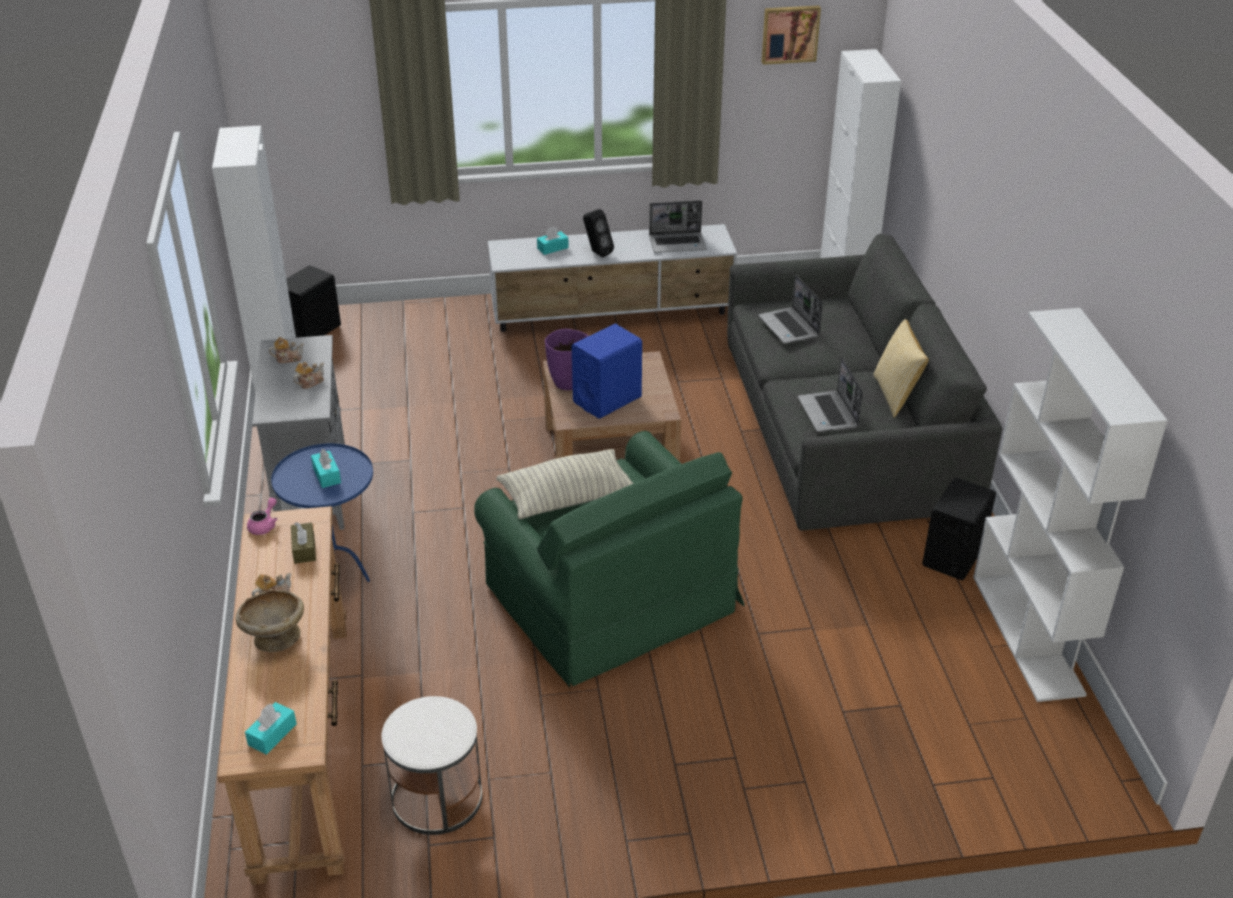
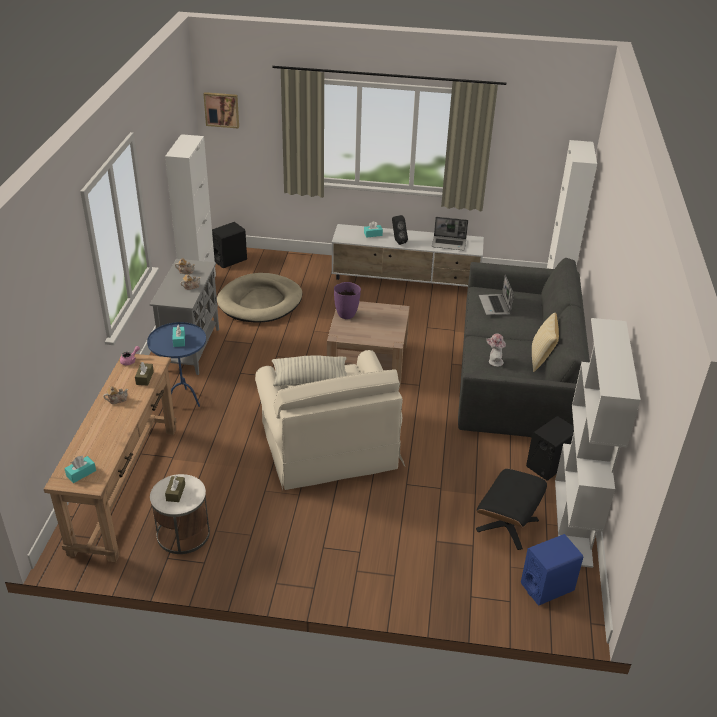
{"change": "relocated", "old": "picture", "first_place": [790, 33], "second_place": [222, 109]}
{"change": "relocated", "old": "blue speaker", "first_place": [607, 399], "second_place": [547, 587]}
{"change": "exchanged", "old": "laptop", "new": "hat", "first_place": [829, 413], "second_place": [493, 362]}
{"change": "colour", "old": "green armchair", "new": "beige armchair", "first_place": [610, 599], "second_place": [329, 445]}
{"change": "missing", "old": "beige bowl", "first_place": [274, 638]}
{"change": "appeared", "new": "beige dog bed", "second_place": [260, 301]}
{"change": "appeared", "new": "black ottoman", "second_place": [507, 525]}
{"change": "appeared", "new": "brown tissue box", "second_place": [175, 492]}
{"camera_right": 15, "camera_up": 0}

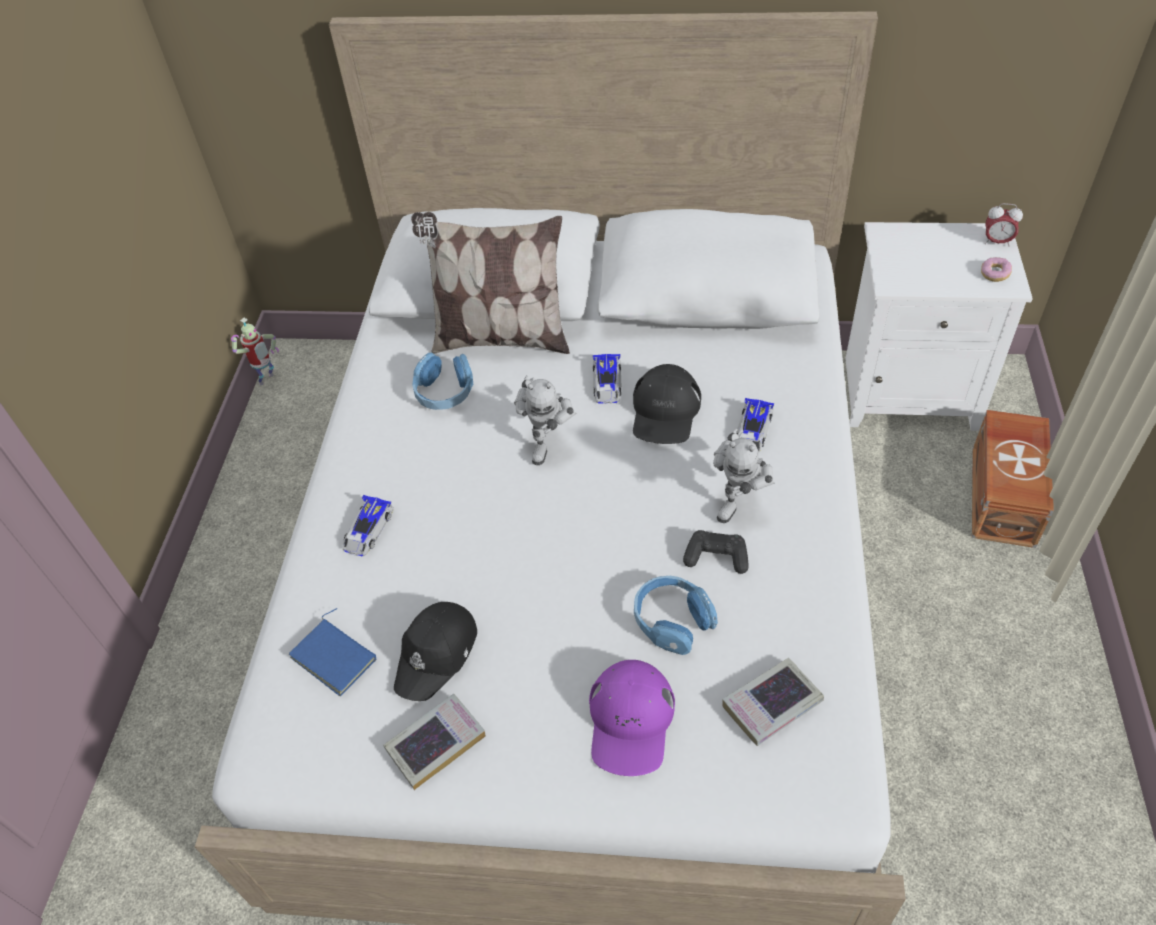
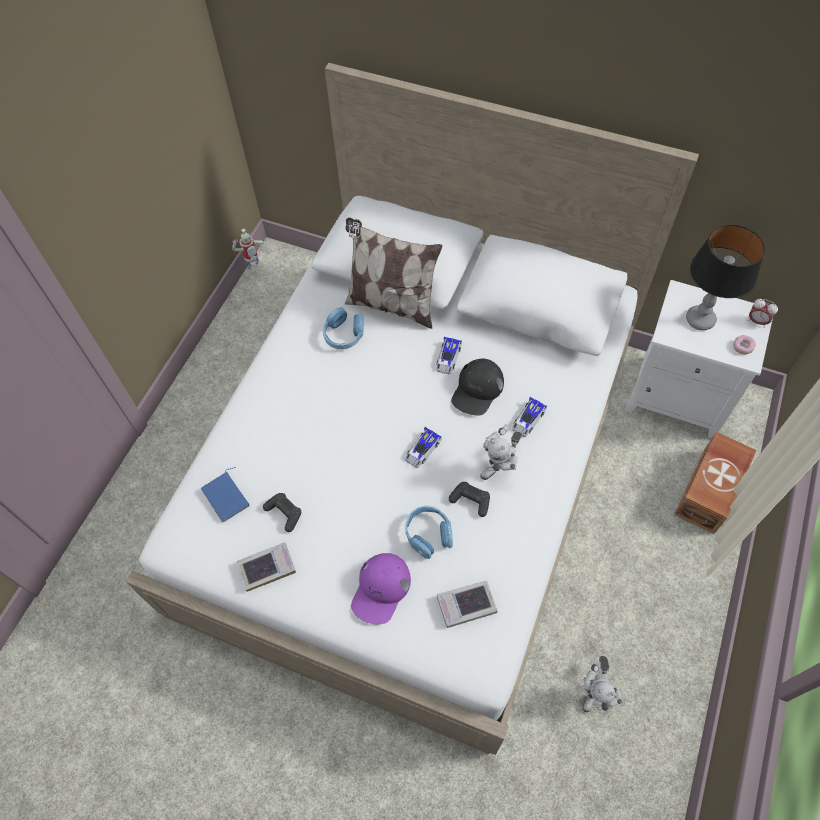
{"change": "relocated", "old": "toy robot", "first_place": [548, 442], "second_place": [595, 692]}
{"change": "relocated", "old": "toy car", "first_place": [367, 530], "second_place": [422, 450]}
{"change": "exchanged", "old": "black cap", "new": "black game controller", "first_place": [437, 654], "second_place": [284, 513]}
{"change": "appeared", "new": "table lamp", "second_place": [699, 320]}
{"camera_right": 15, "camera_up": 10}

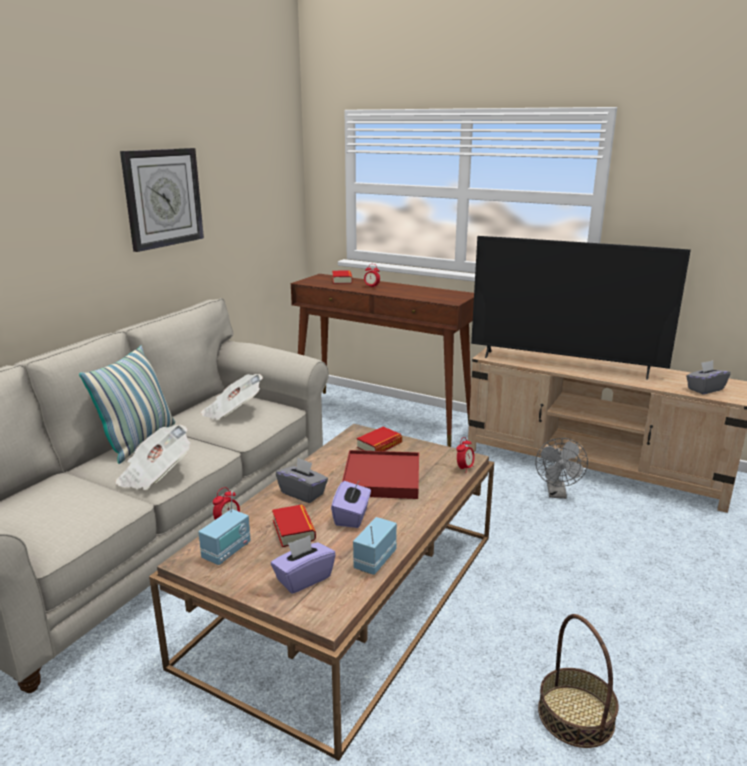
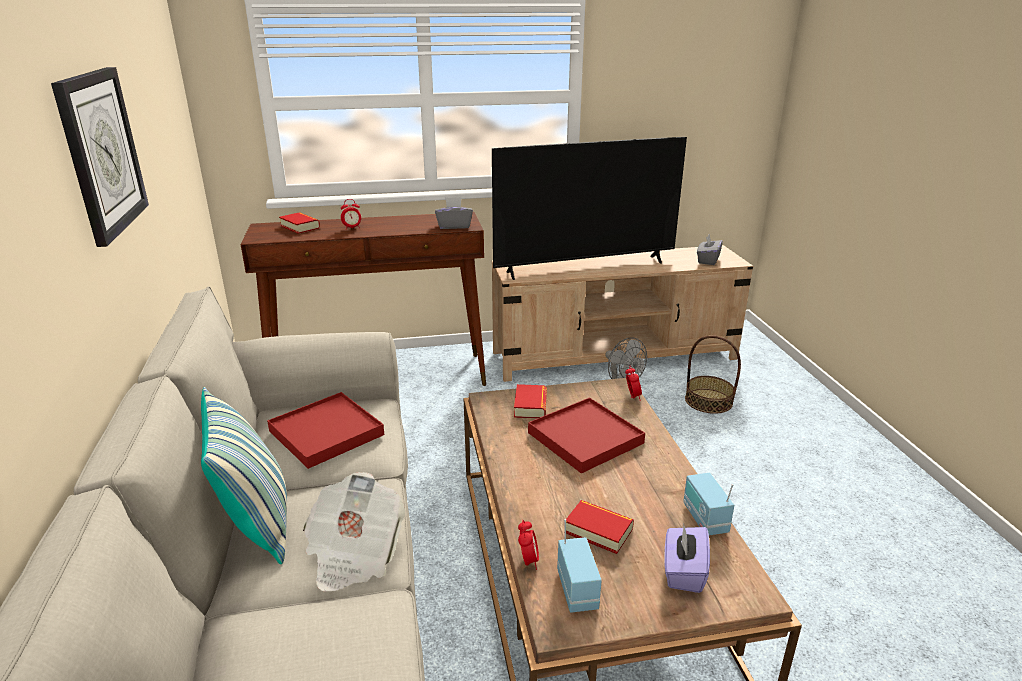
{"change": "exchanged", "old": "newspaper", "new": "red tray", "first_place": [232, 412], "second_place": [326, 433]}
{"change": "relocated", "old": "grey tissue box", "first_place": [303, 493], "second_place": [454, 226]}
{"change": "missing", "old": "purple tissue box", "first_place": [352, 516]}
{"change": "relocated", "old": "basket", "first_place": [575, 715], "second_place": [708, 401]}
{"camera_right": -40, "camera_up": 5}

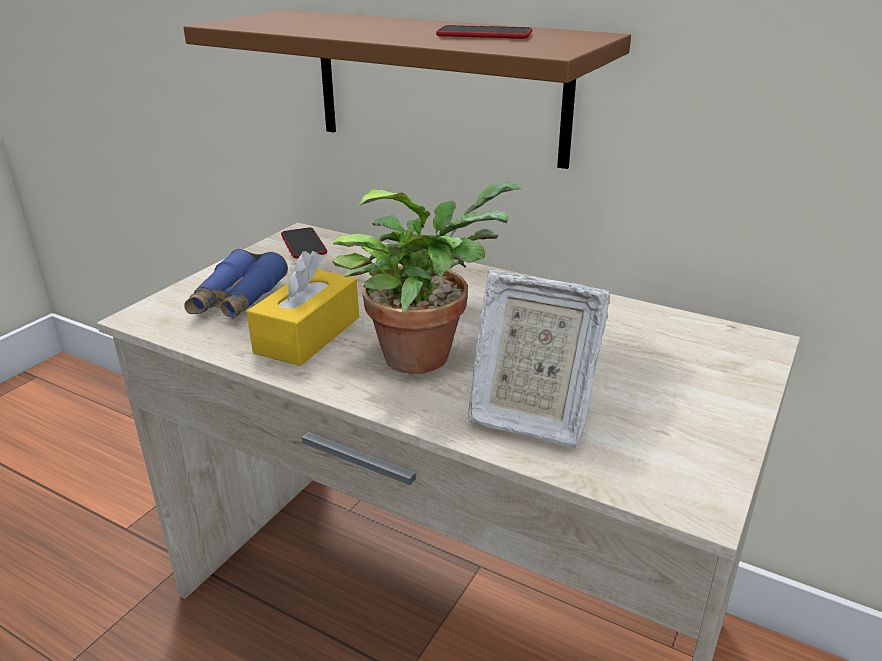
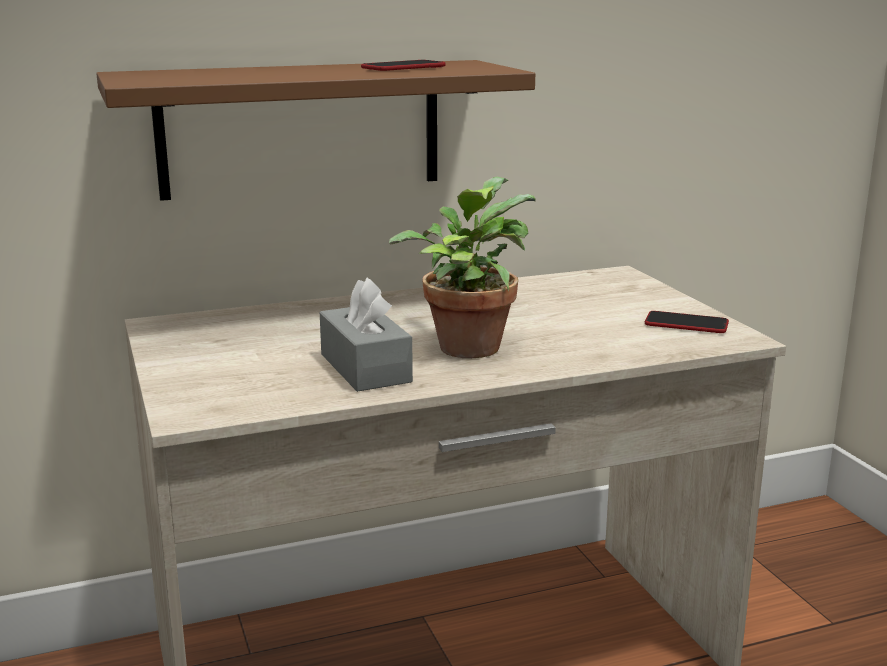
{"change": "relocated", "old": "phone", "first_place": [303, 244], "second_place": [686, 324]}
{"change": "missing", "old": "blue binoculars", "first_place": [238, 299]}
{"change": "colour", "old": "yellow tissue box", "new": "grey tissue box", "first_place": [308, 335], "second_place": [365, 368]}
{"change": "missing", "old": "picture frame", "first_place": [528, 416]}
{"camera_right": -50, "camera_up": -10}

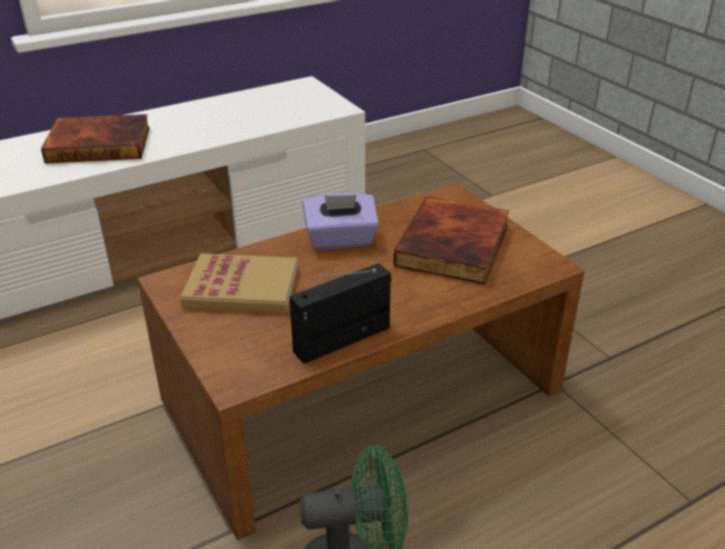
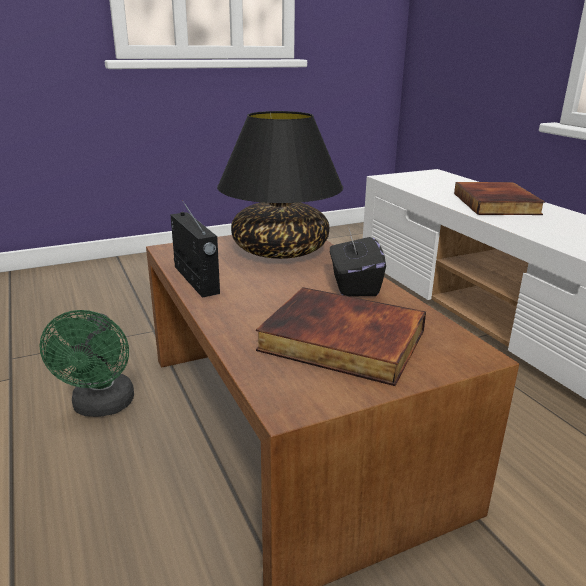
{"change": "colour", "old": "purple tissue box", "new": "black tissue box", "first_place": [341, 240], "second_place": [354, 285]}
{"change": "exchanged", "old": "book", "new": "black table lamp", "first_place": [241, 287], "second_place": [281, 250]}
{"camera_right": 95, "camera_up": -10}

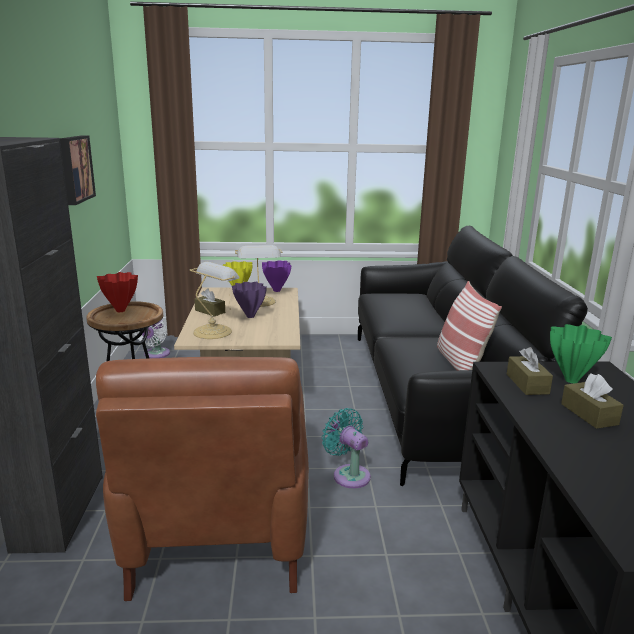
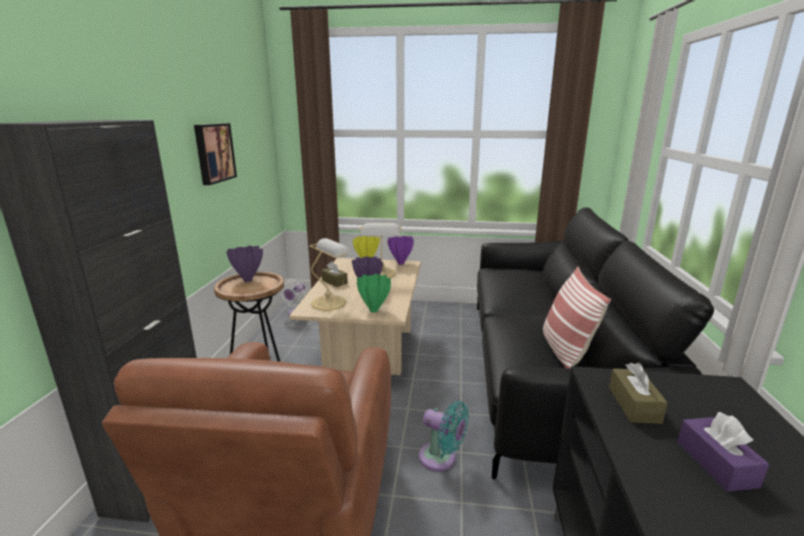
{"change": "colour", "old": "red vase", "new": "purple vase", "first_place": [121, 311], "second_place": [248, 280]}
{"change": "relocated", "old": "green vase", "first_place": [571, 380], "second_place": [374, 310]}
{"change": "colour", "old": "brown tissue box", "new": "purple tissue box", "first_place": [589, 414], "second_place": [716, 463]}
{"change": "spun", "old": "turquoise fan", "first_place": [349, 474], "second_place": [441, 459], "degrees": 150}
{"camera_right": 10, "camera_up": 0}

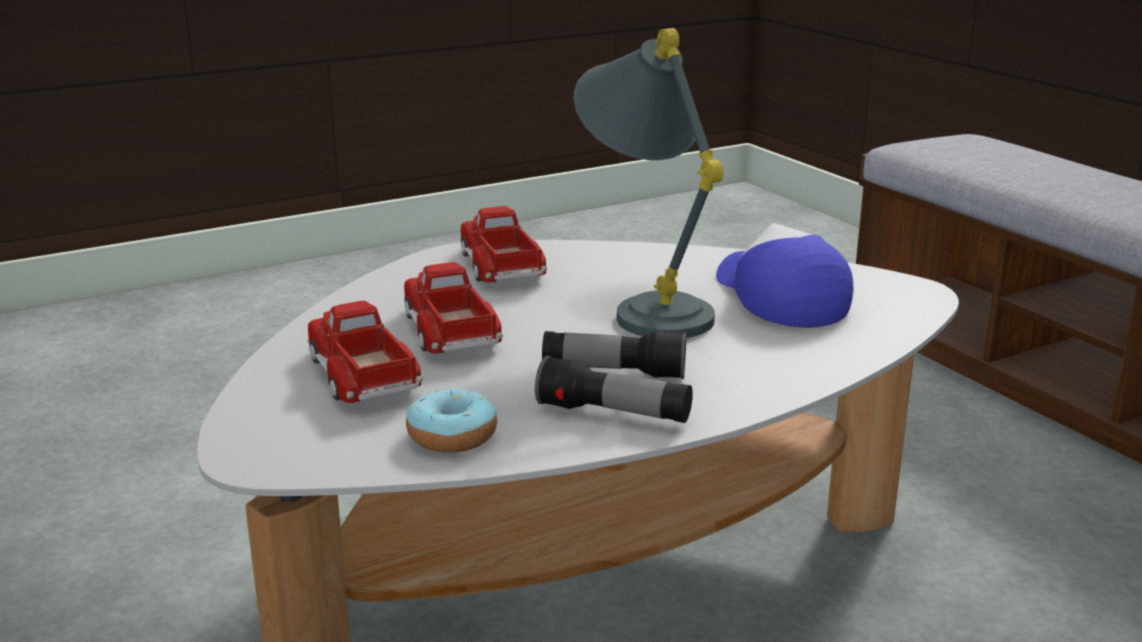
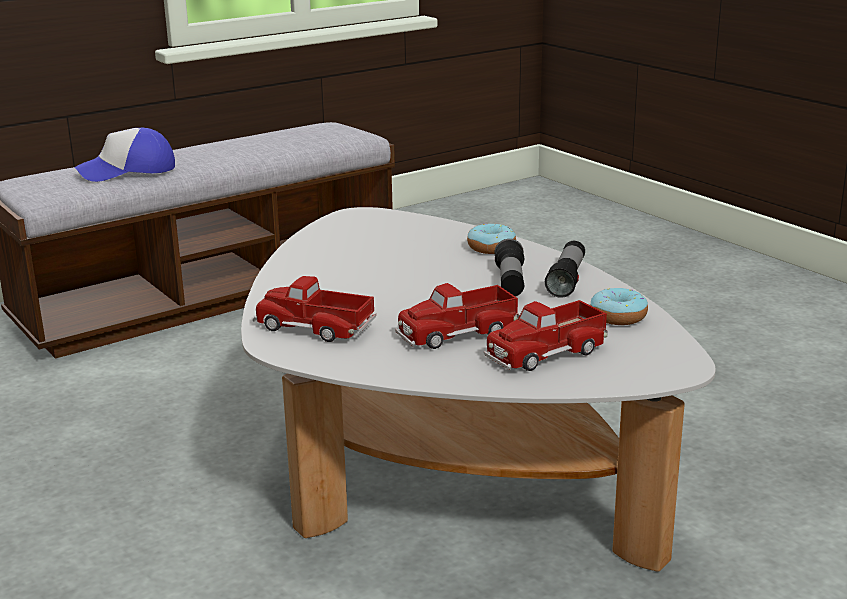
{"change": "missing", "old": "grey table lamp", "first_place": [647, 307]}
{"change": "spun", "old": "toy truck", "first_place": [500, 266], "second_place": [314, 327], "degrees": 45}
{"change": "relocated", "old": "cap", "first_place": [779, 297], "second_place": [128, 171]}
{"change": "appeared", "new": "donut", "second_place": [491, 248]}
{"camera_right": -95, "camera_up": 0}

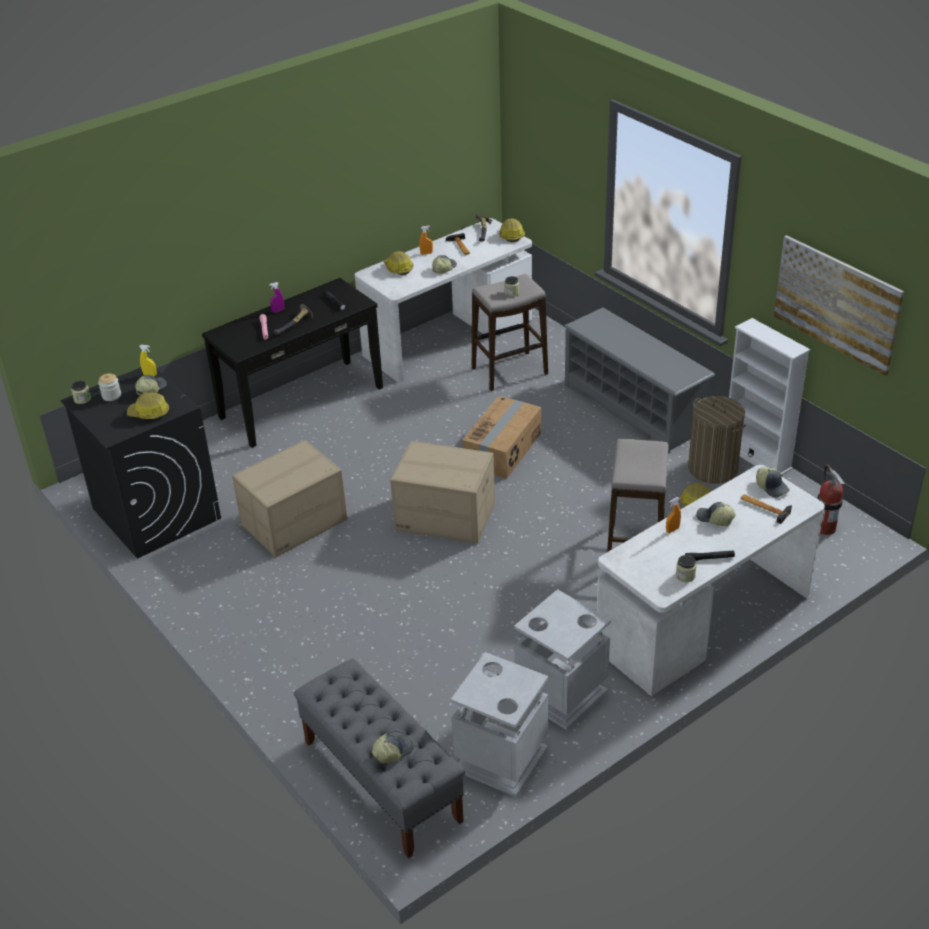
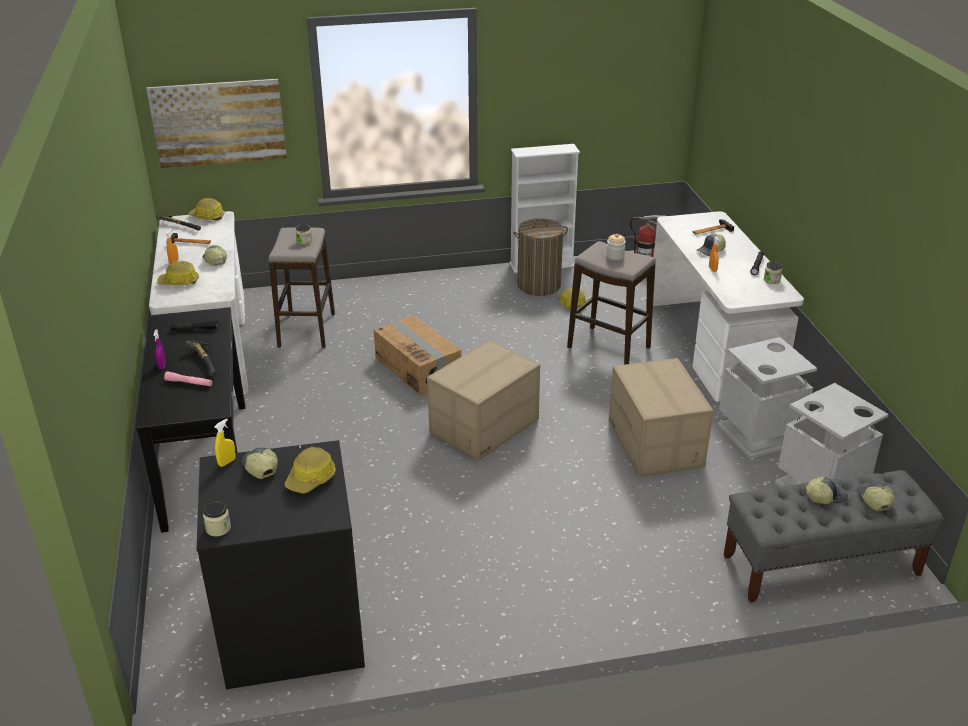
{"change": "relocated", "old": "picture", "first_place": [836, 303], "second_place": [218, 123]}
{"change": "missing", "old": "grey shoe rack", "first_place": [633, 408]}
{"change": "relocated", "old": "jar", "first_place": [111, 396], "second_place": [615, 256]}
{"change": "relocated", "old": "cardboard box", "first_place": [294, 523], "second_place": [656, 444]}
{"change": "relocated", "old": "cap", "first_place": [772, 487], "second_place": [825, 496]}
{"camera_right": -65, "camera_up": -5}

